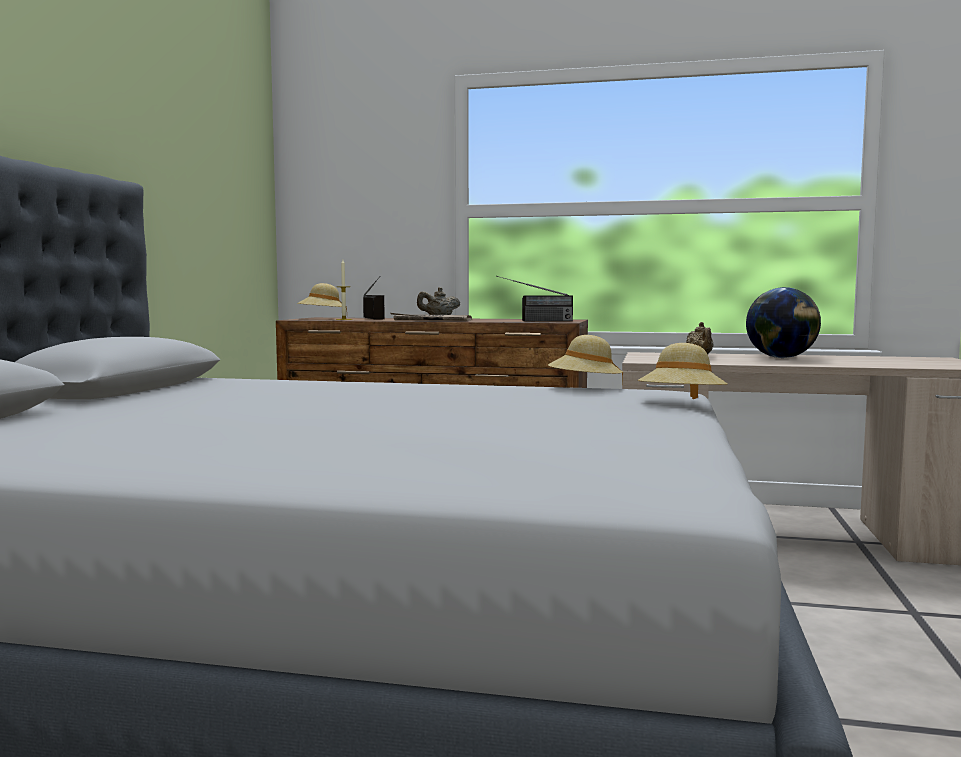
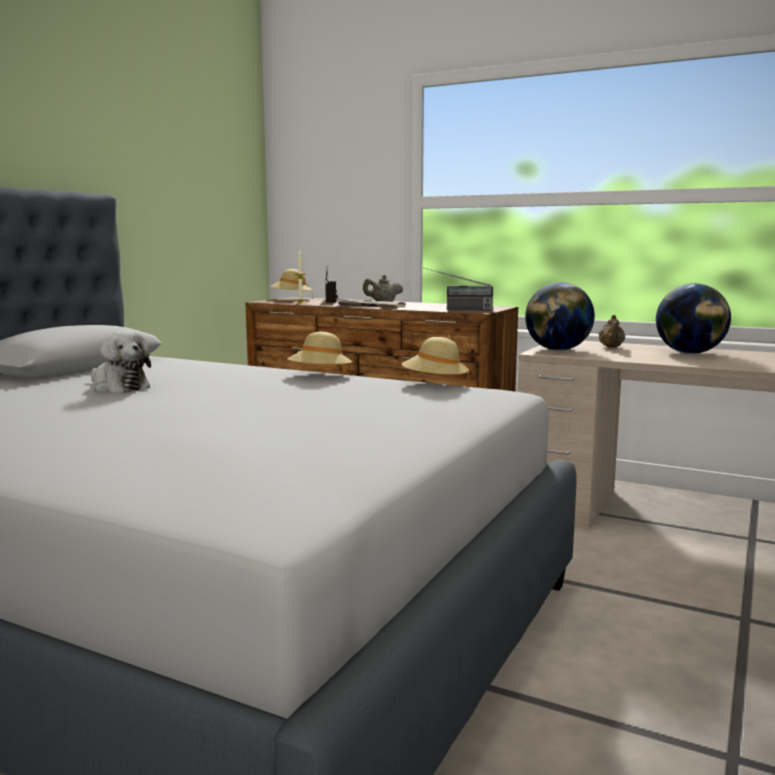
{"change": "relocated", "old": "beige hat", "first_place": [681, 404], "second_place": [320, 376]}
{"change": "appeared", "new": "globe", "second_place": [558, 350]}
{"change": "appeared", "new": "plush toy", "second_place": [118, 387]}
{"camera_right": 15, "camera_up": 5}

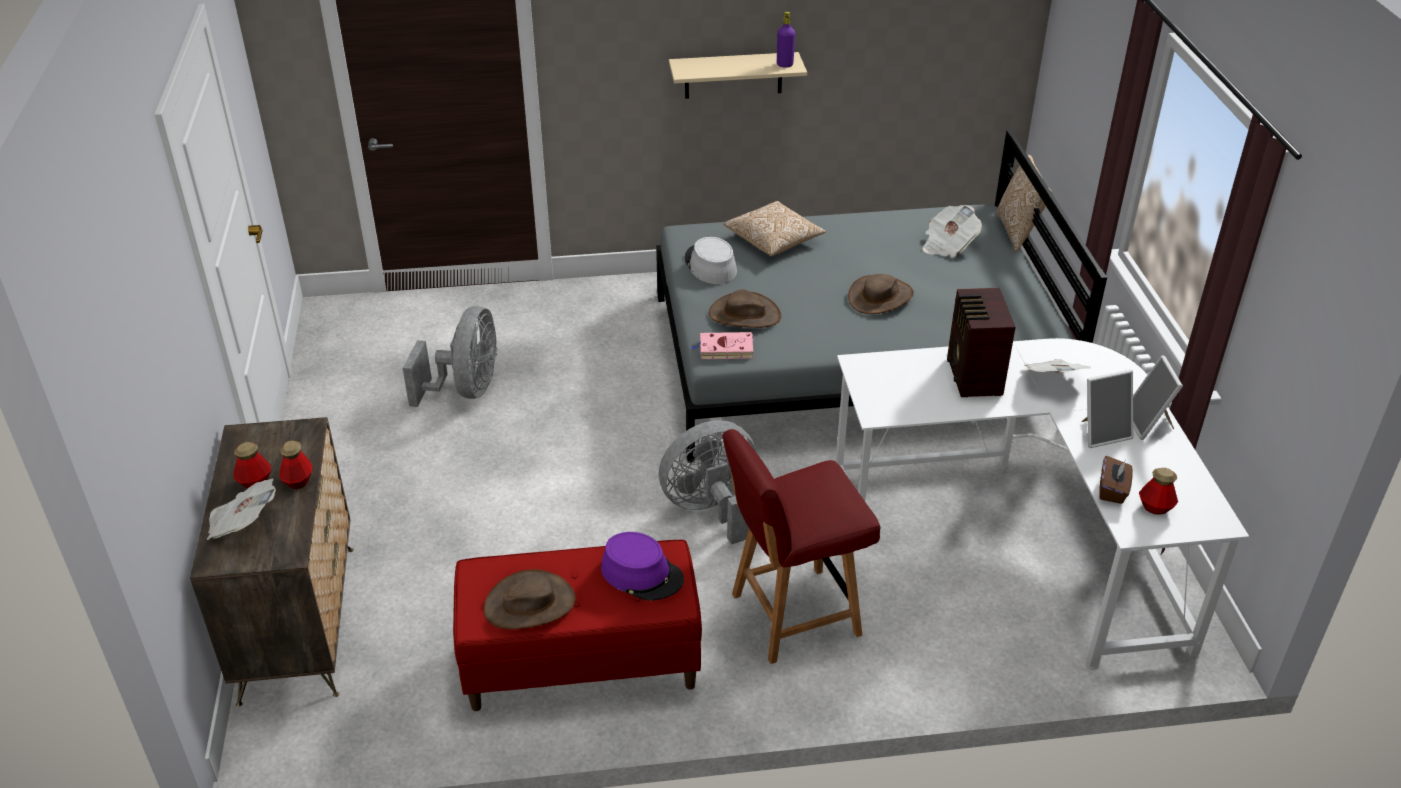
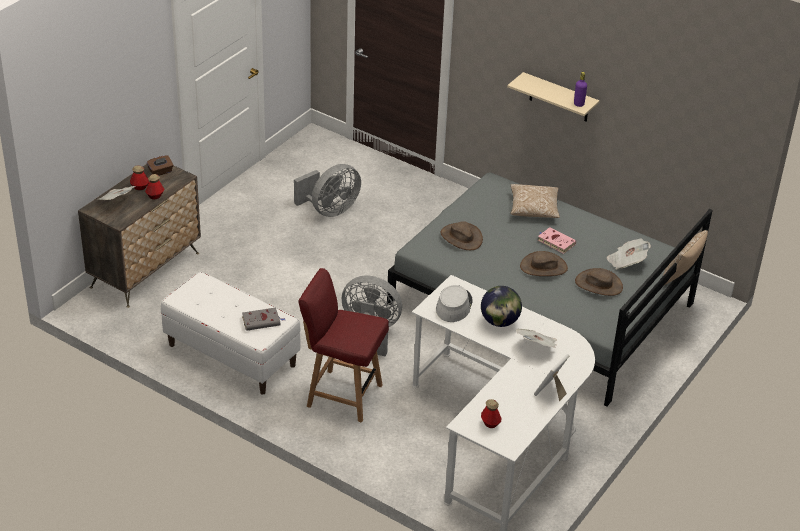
{"change": "relocated", "old": "grey hat", "first_place": [710, 265], "second_place": [454, 306]}
{"change": "exchanged", "old": "radio", "new": "globe", "first_place": [973, 377], "second_place": [499, 322]}
{"change": "relocated", "old": "pink book", "first_place": [724, 349], "second_place": [555, 242]}
{"change": "missing", "old": "picture frame", "first_place": [1102, 433]}
{"change": "relocated", "old": "brown tissue box", "first_place": [1112, 490], "second_place": [161, 172]}
{"change": "exchanged", "old": "purple hat", "new": "grey book", "first_place": [642, 574], "second_place": [262, 321]}
{"change": "colour", "old": "red bench", "new": "white bench", "first_place": [581, 663], "second_place": [231, 355]}
{"change": "relocated", "old": "brown hat", "first_place": [529, 604], "second_place": [598, 284]}
{"camera_right": 40, "camera_up": 0}

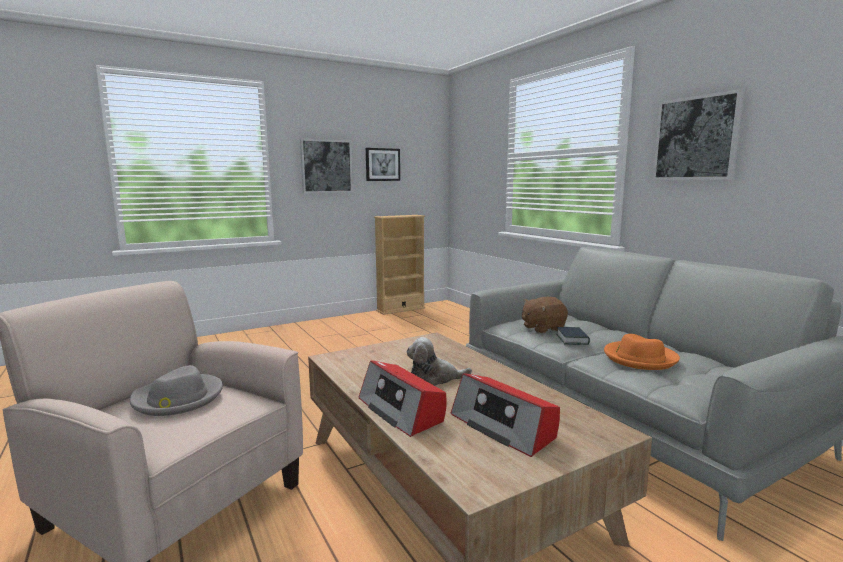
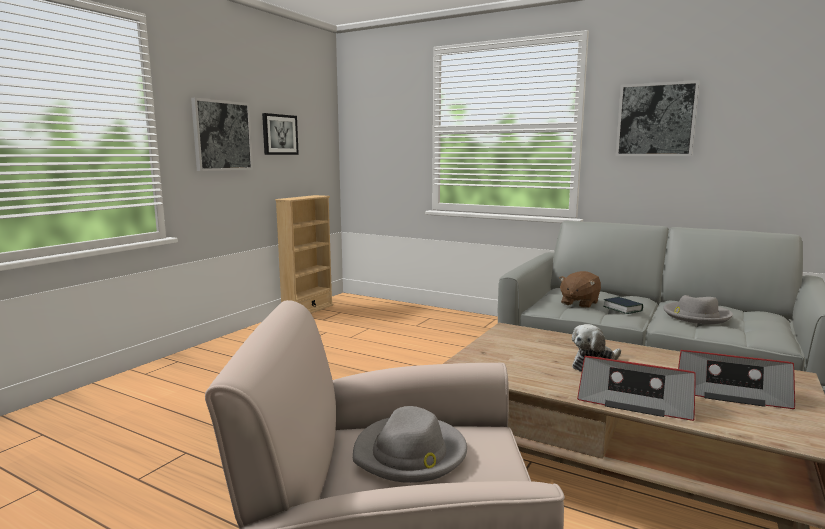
{"change": "colour", "old": "orange hat", "new": "grey hat", "first_place": [639, 358], "second_place": [695, 315]}
{"camera_right": -30, "camera_up": 0}

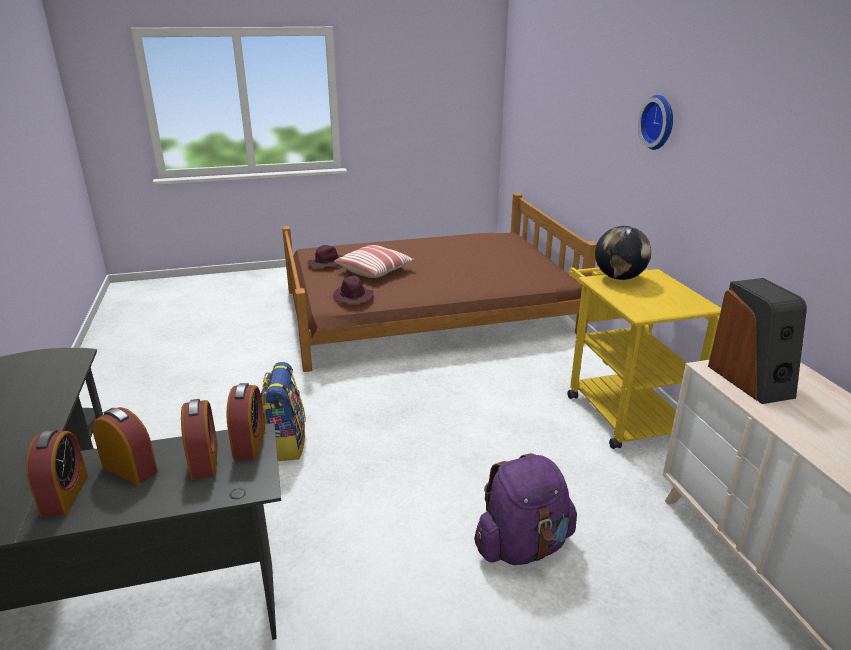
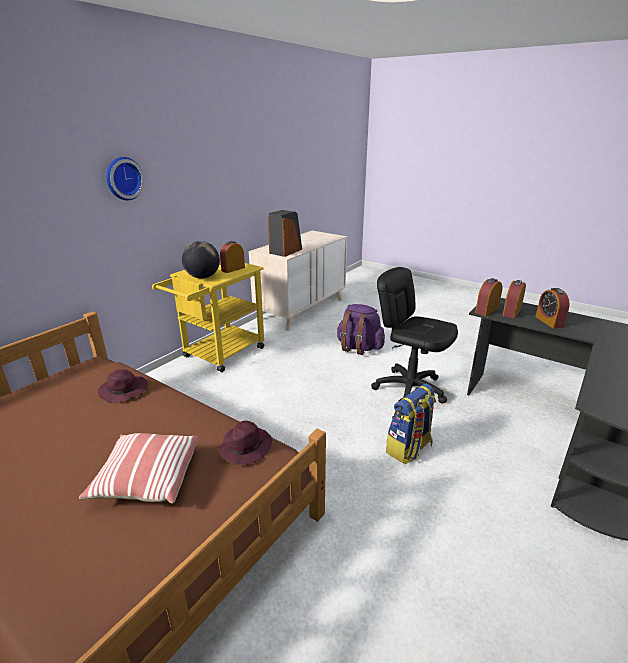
{"change": "relocated", "old": "purple hat", "first_place": [326, 264], "second_place": [124, 391]}
{"change": "relocated", "old": "alarm clock", "first_place": [65, 494], "second_place": [233, 269]}
{"change": "appeared", "new": "black office chair", "second_place": [409, 389]}
{"camera_right": -130, "camera_up": 0}

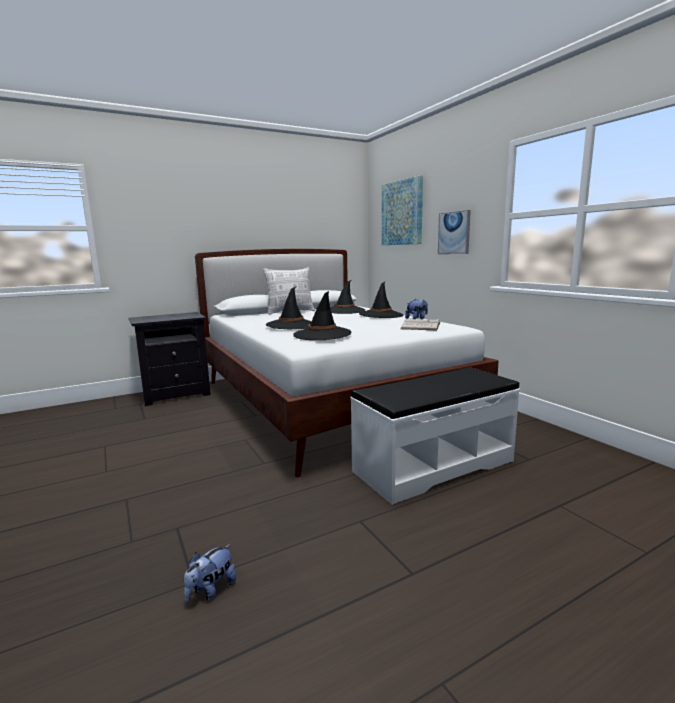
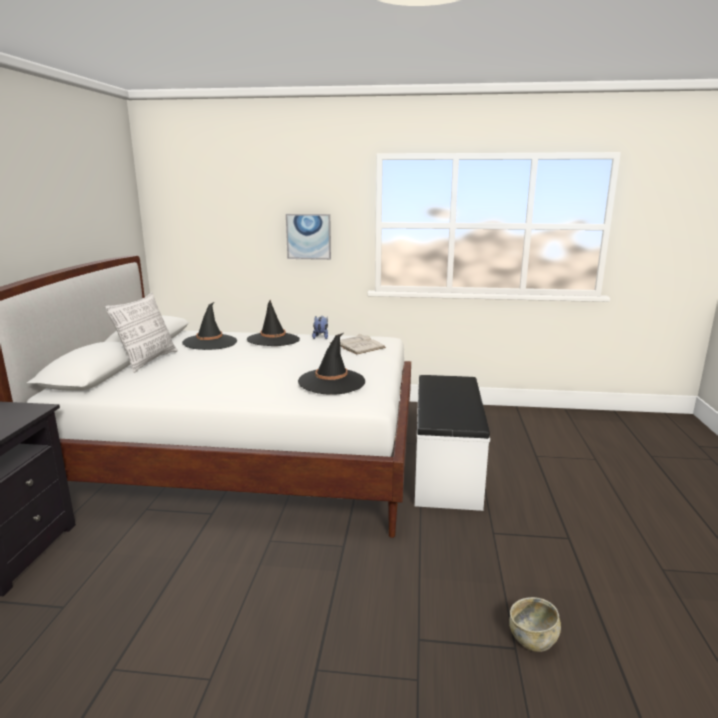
{"change": "missing", "old": "picture", "first_place": [402, 213]}
{"change": "missing", "old": "black hat", "first_place": [291, 325]}
{"change": "exchanged", "old": "plush toy", "new": "beige bowl", "first_place": [211, 590], "second_place": [532, 639]}
{"camera_right": -55, "camera_up": 5}

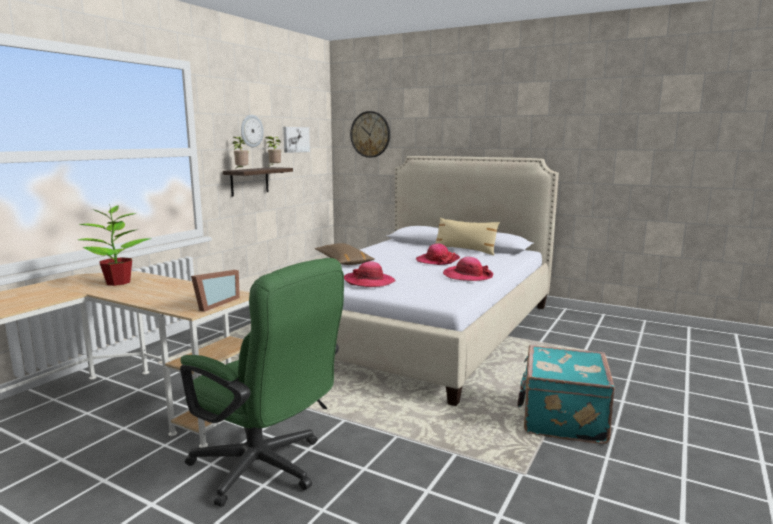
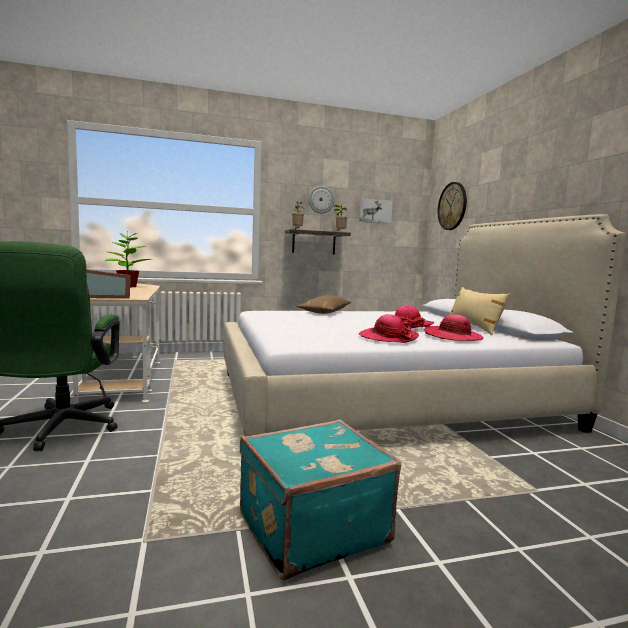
{"change": "relocated", "old": "hat", "first_place": [369, 282], "second_place": [452, 336]}
{"camera_right": 45, "camera_up": -5}

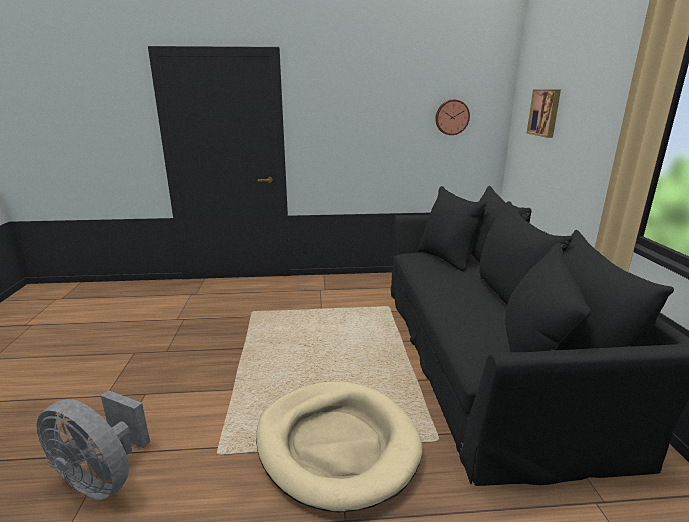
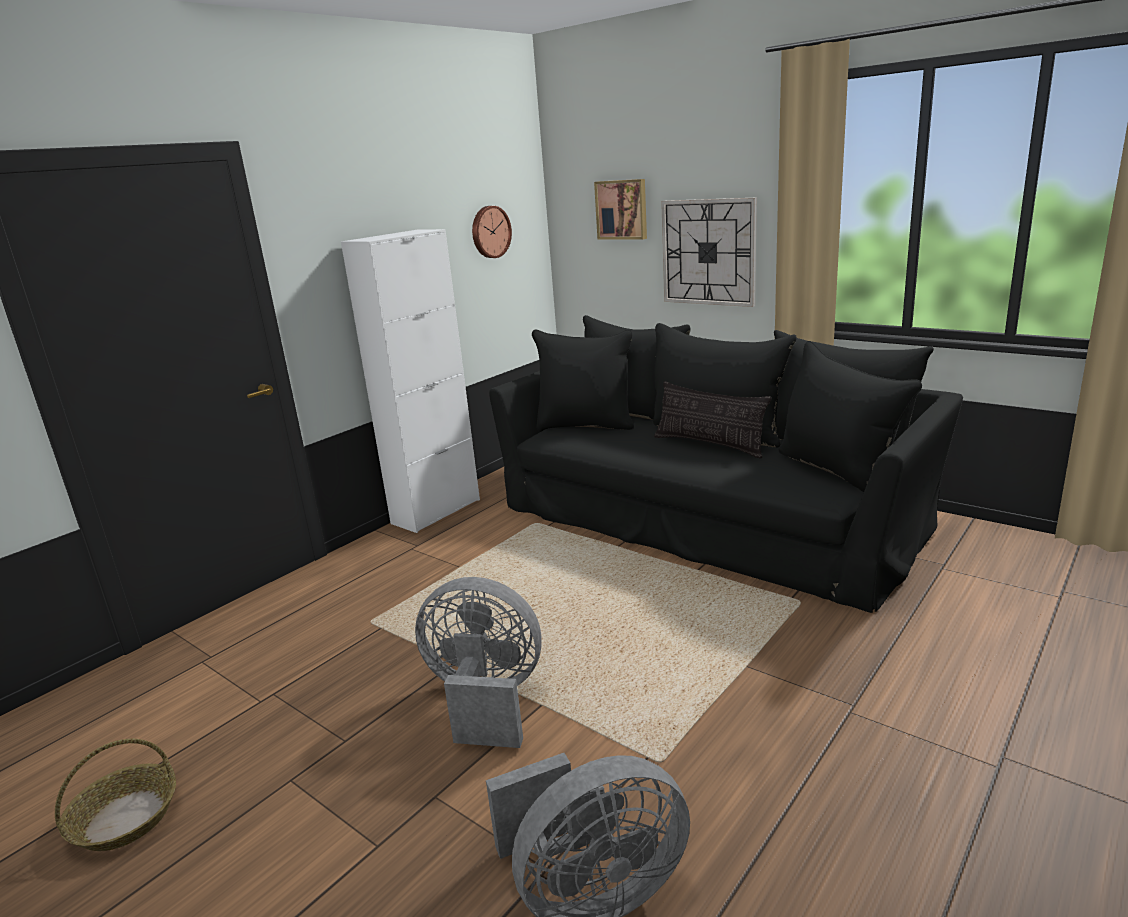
{"change": "missing", "old": "beige dog bed", "first_place": [336, 445]}
{"change": "appeared", "new": "wall clock", "second_place": [708, 252]}
{"change": "appeared", "new": "white cabinet", "second_place": [436, 511]}
{"change": "appeared", "new": "pillow", "second_place": [709, 445]}
{"change": "appeared", "new": "grey fan", "second_place": [485, 700]}
{"change": "appeared", "new": "basket", "second_place": [125, 818]}
{"camera_right": -45, "camera_up": 0}

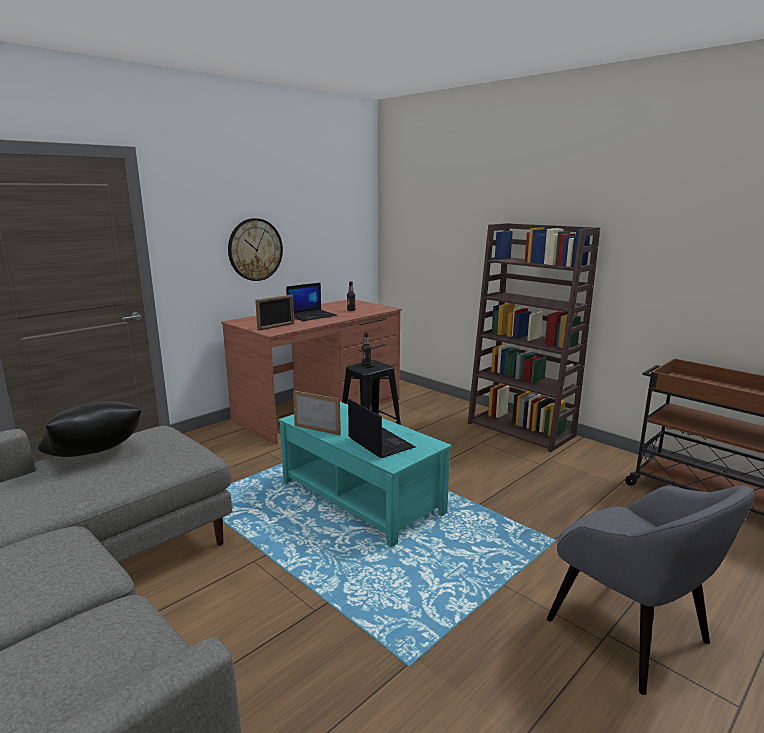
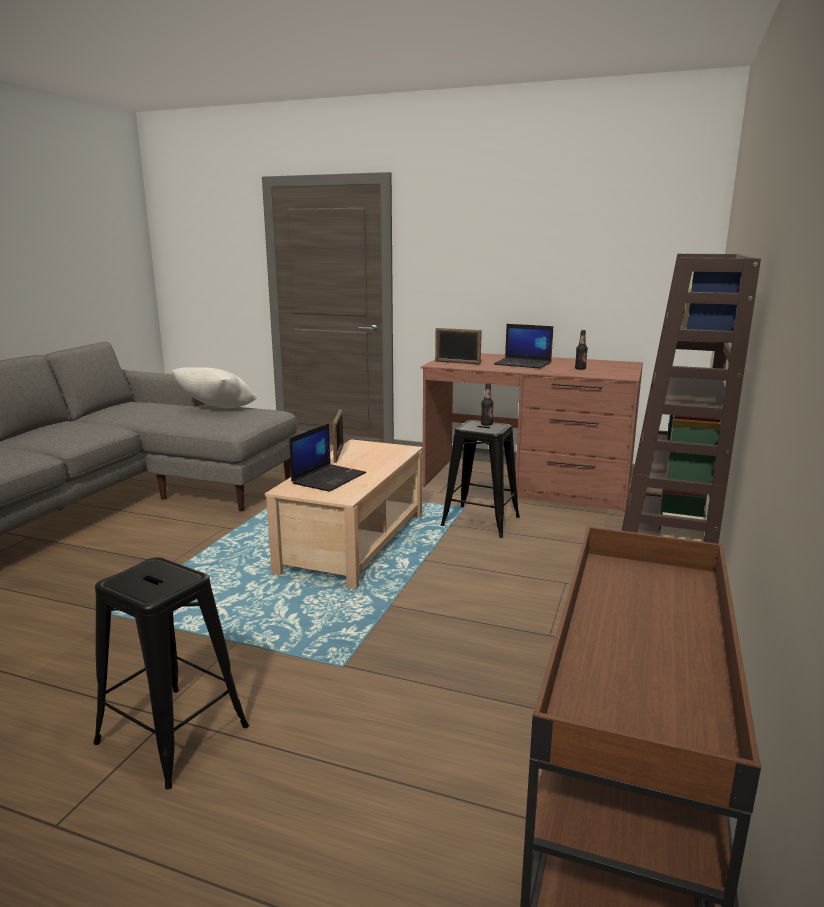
{"change": "missing", "old": "wall clock", "first_place": [255, 249]}
{"change": "colour", "old": "black pillow", "new": "white pillow", "first_place": [95, 457], "second_place": [217, 410]}
{"change": "colour", "old": "turquoise coffee table", "new": "beige coffee table", "first_place": [360, 498], "second_place": [352, 542]}
{"change": "exchanged", "old": "grey armchair", "new": "black stool", "first_place": [630, 633], "second_place": [173, 735]}
{"camera_right": 65, "camera_up": 0}

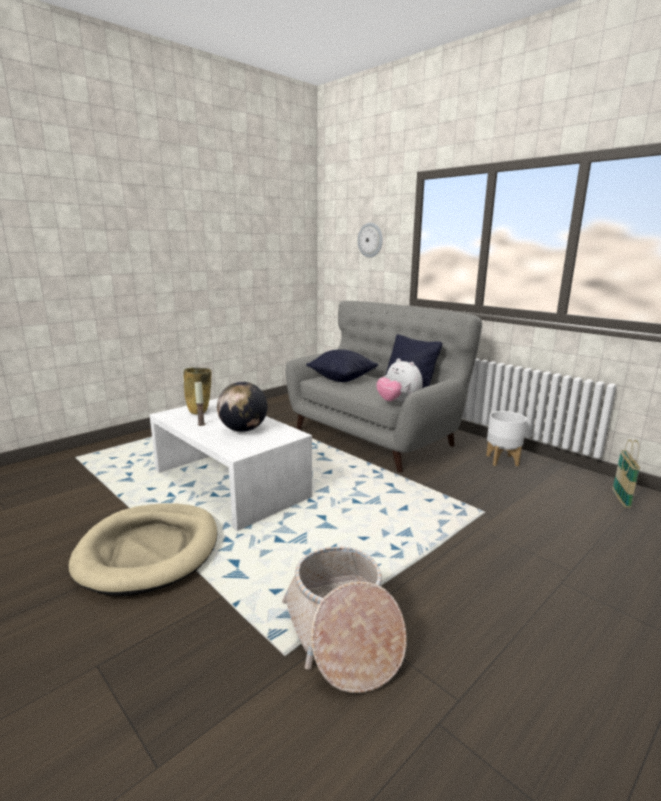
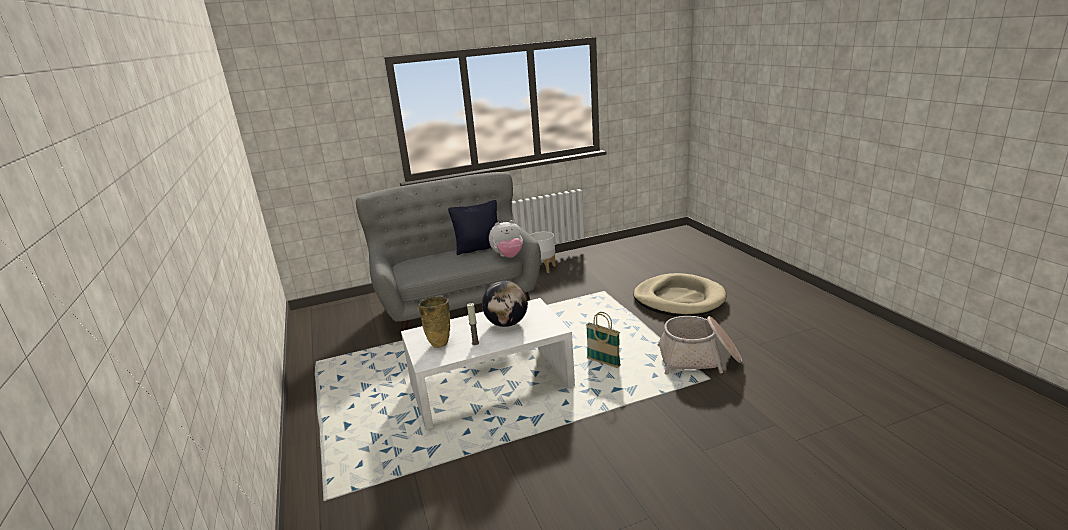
{"change": "missing", "old": "wall clock", "first_place": [370, 240]}
{"change": "missing", "old": "black pillow", "first_place": [342, 379]}
{"change": "relocated", "old": "basket", "first_place": [620, 499], "second_place": [603, 363]}
{"change": "relocated", "old": "beige dog bed", "first_place": [149, 551], "second_place": [679, 299]}
{"camera_right": -65, "camera_up": 5}

